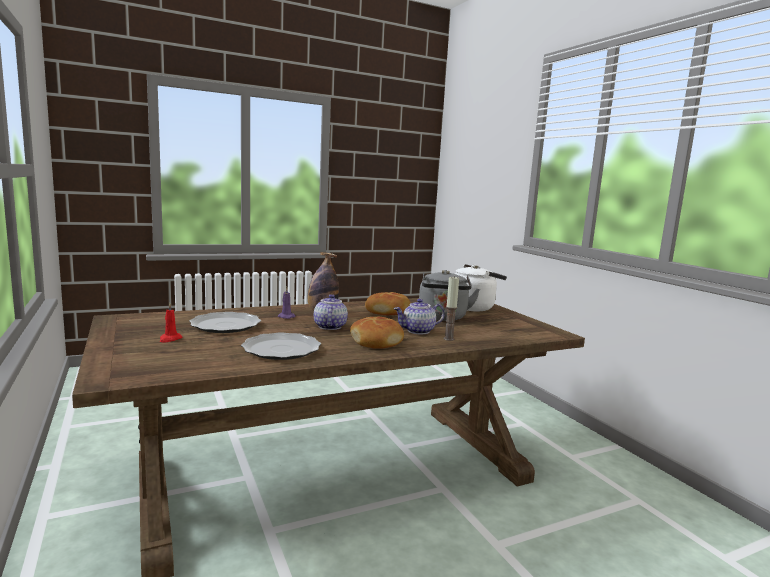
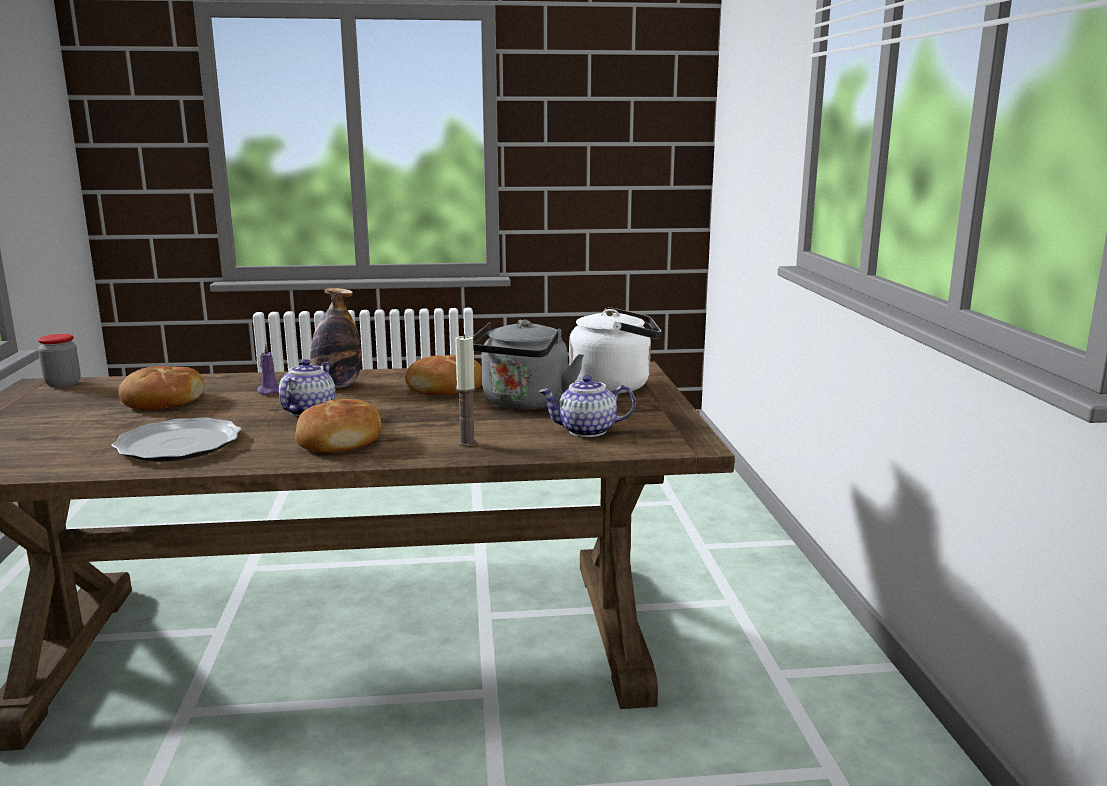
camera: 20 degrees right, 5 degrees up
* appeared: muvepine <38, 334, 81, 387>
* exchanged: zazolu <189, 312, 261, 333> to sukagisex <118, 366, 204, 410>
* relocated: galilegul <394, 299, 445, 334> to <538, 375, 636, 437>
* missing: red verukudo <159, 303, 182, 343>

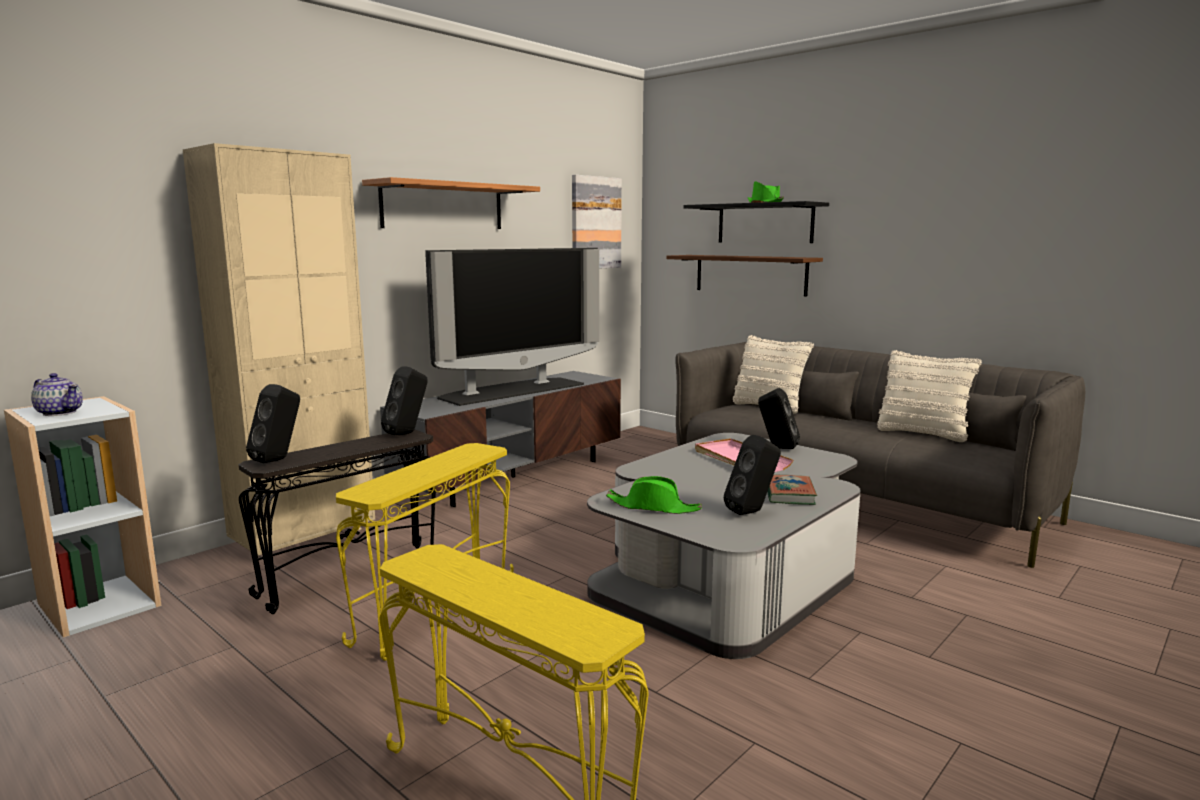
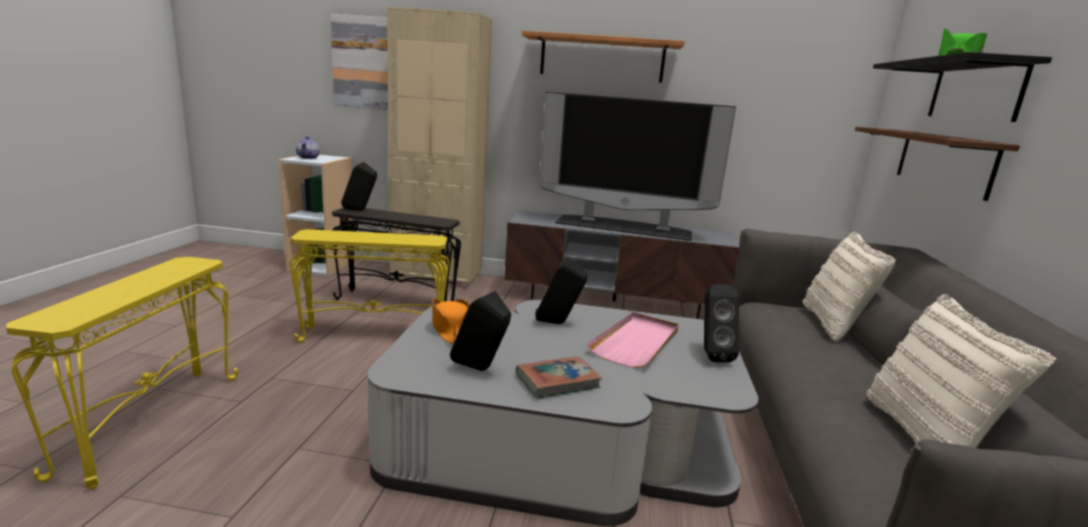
camera: 55 degrees right, 5 degrees up
* relocated: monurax <572, 175, 622, 269> to <330, 14, 388, 110>
* colour: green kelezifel <606, 476, 702, 514> to orange kelezifel <432, 298, 470, 344>
* relocated: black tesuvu <381, 366, 428, 435> to <535, 257, 587, 324>

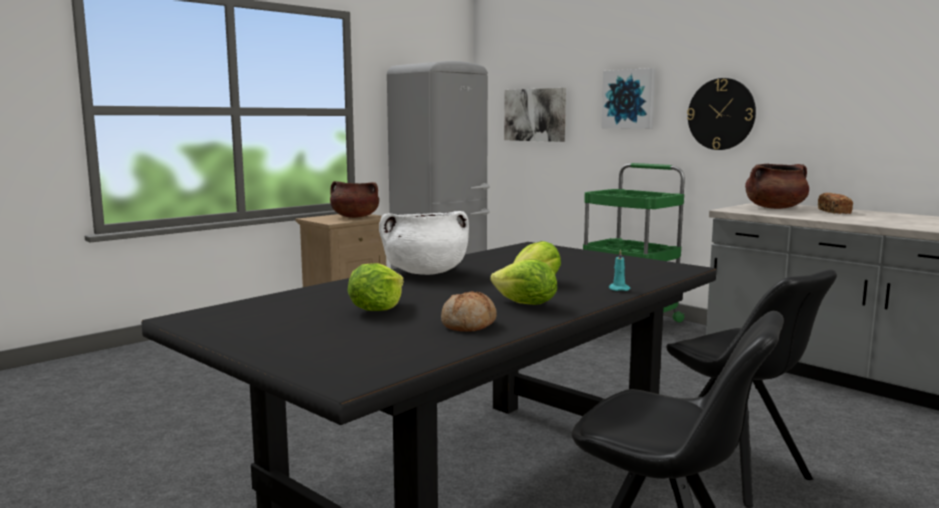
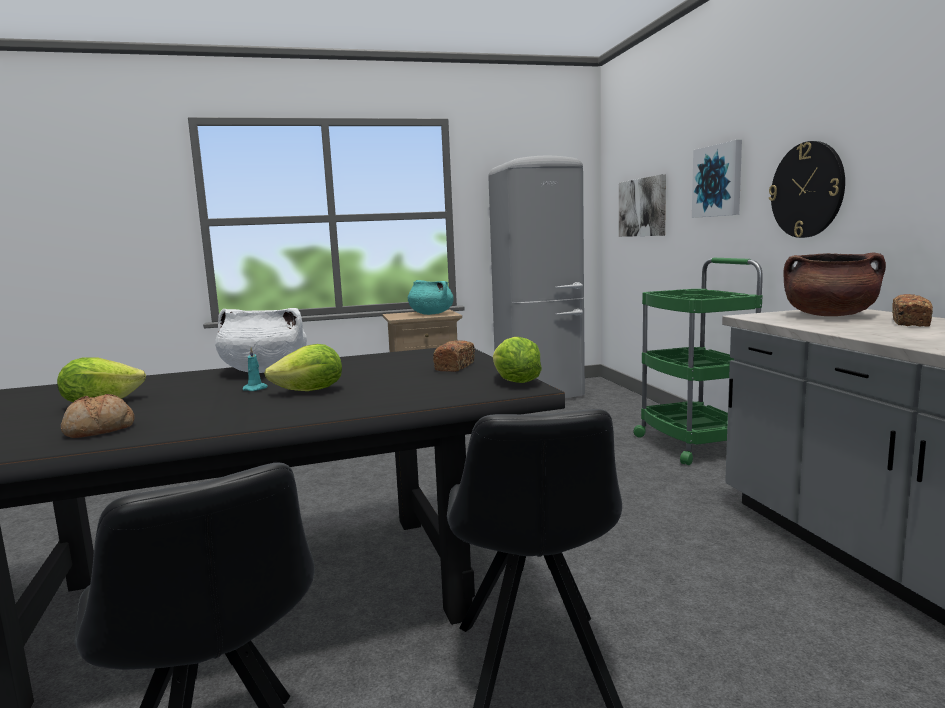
camera: 30 degrees right, 0 degrees up
* relocated: turquoise verukudo <609, 249, 630, 291> to <242, 347, 268, 391>
* colour: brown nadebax <330, 181, 379, 218> to turquoise nadebax <408, 280, 454, 315>
* appeared: sukagisex <433, 340, 475, 372>
* relocated: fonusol <490, 259, 557, 305> to <493, 337, 542, 383>

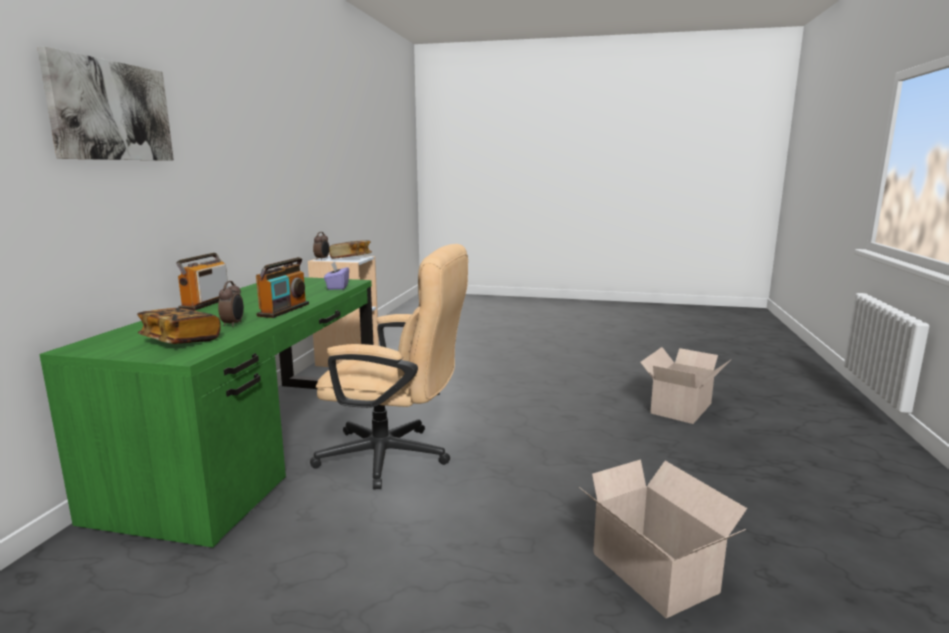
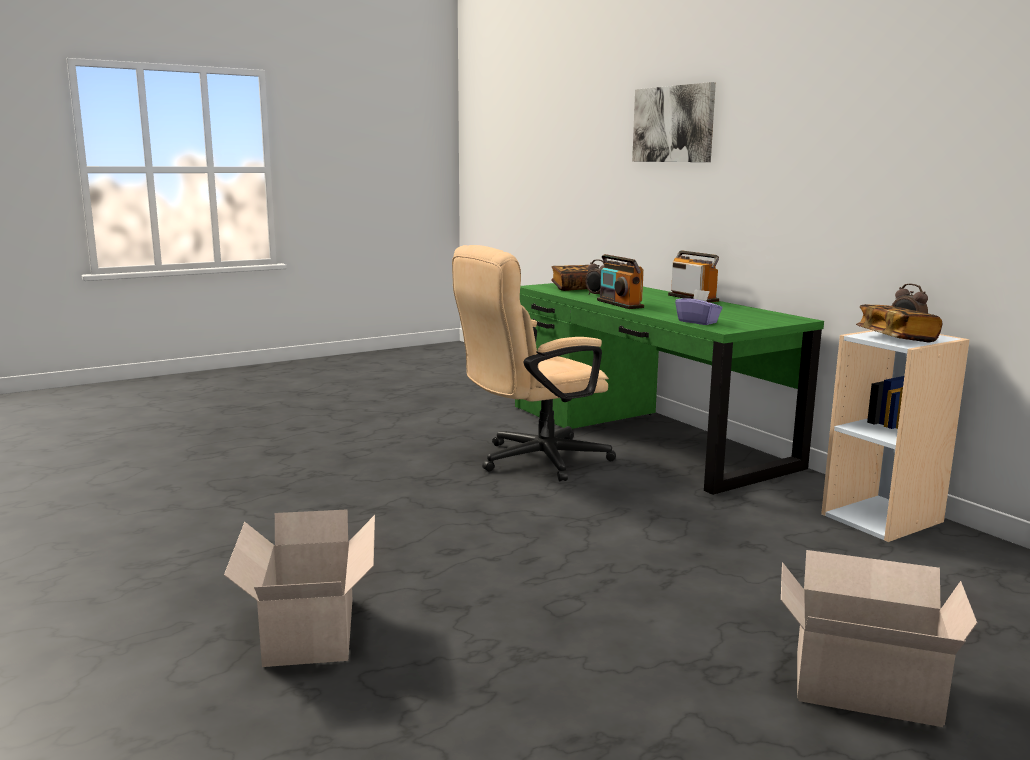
camera: 135 degrees right, 0 degrees up
* relocated: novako <579, 459, 747, 618> to <781, 550, 977, 727>

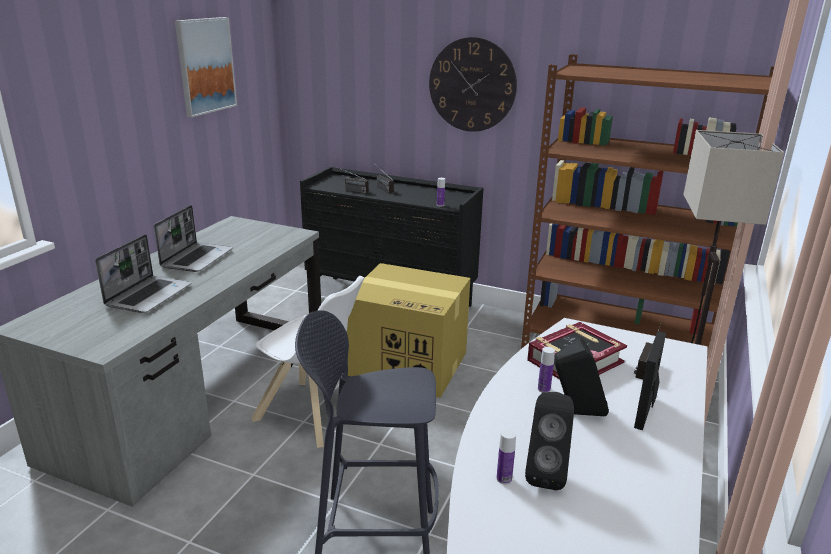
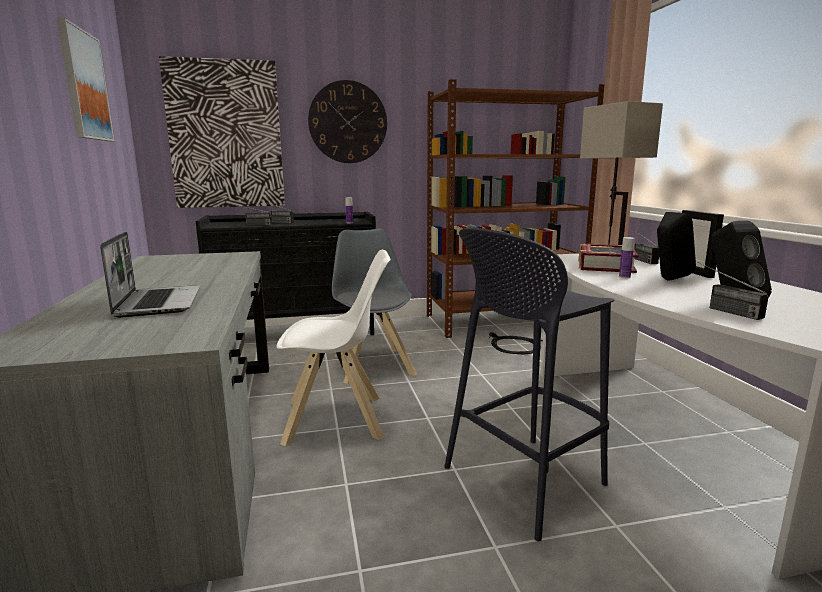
camera: 35 degrees left, 10 degrees down
* appeared: monurax <159, 56, 285, 208>
* exchanged: novako <347, 263, 470, 398> to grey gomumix <332, 228, 417, 384>
* exchanged: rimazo <497, 429, 516, 484> to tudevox <697, 262, 769, 320>
* missing: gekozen <154, 205, 233, 272>

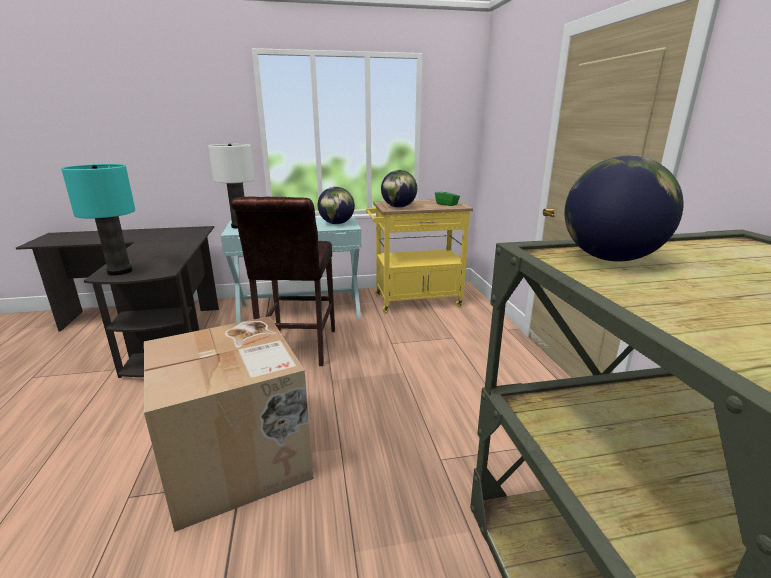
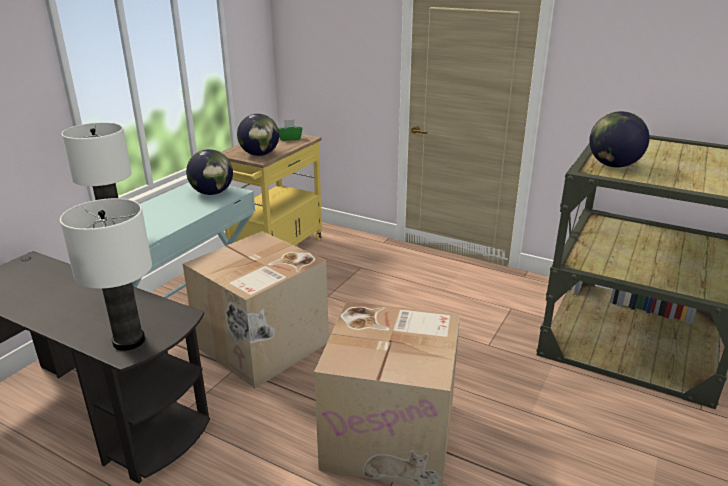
camera: 50 degrees left, 5 degrees up
* colour: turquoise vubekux <61, 164, 135, 276> to white vubekux <60, 198, 152, 351>
* exchanged: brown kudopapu <231, 196, 335, 366> to novako <183, 231, 329, 388>

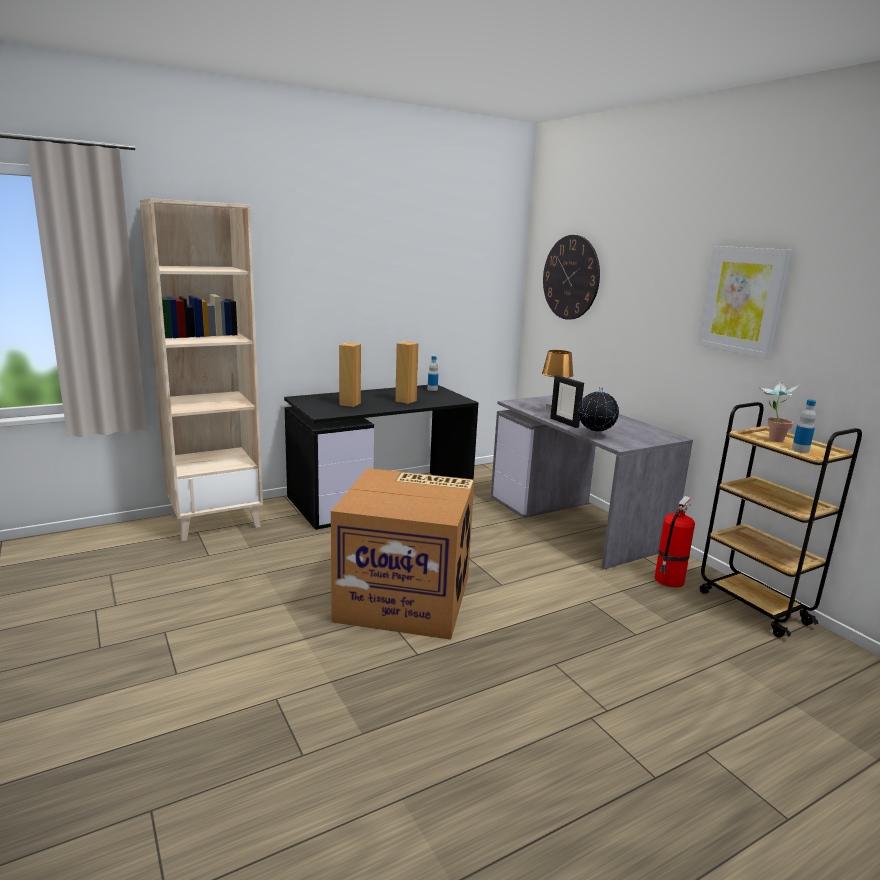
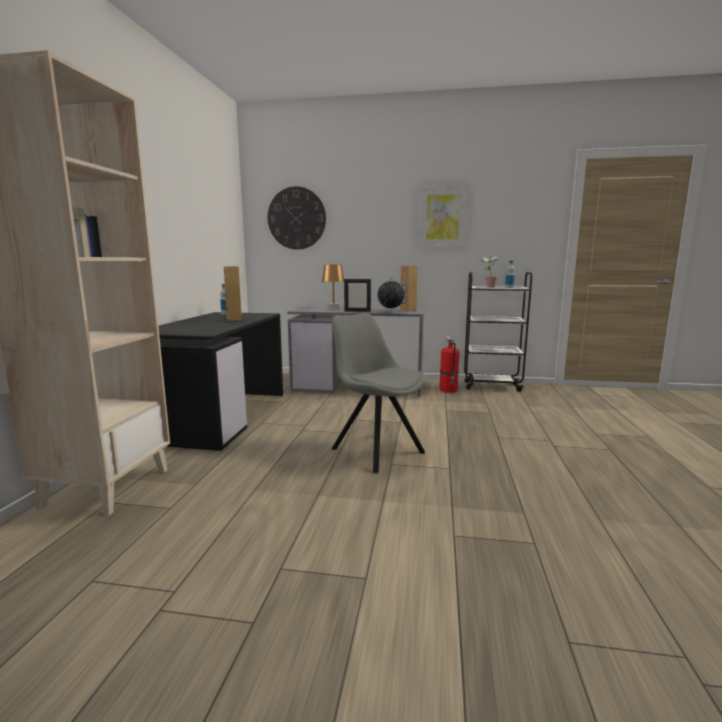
camera: 50 degrees left, 5 degrees down
* exchanged: novako <331, 468, 474, 640> to grey gomumix <332, 313, 425, 473>
* relocated: brown tesuvu <339, 343, 361, 407> to <400, 265, 417, 311>
* colour: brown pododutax <700, 402, 862, 638> to white pododutax <464, 272, 532, 392>

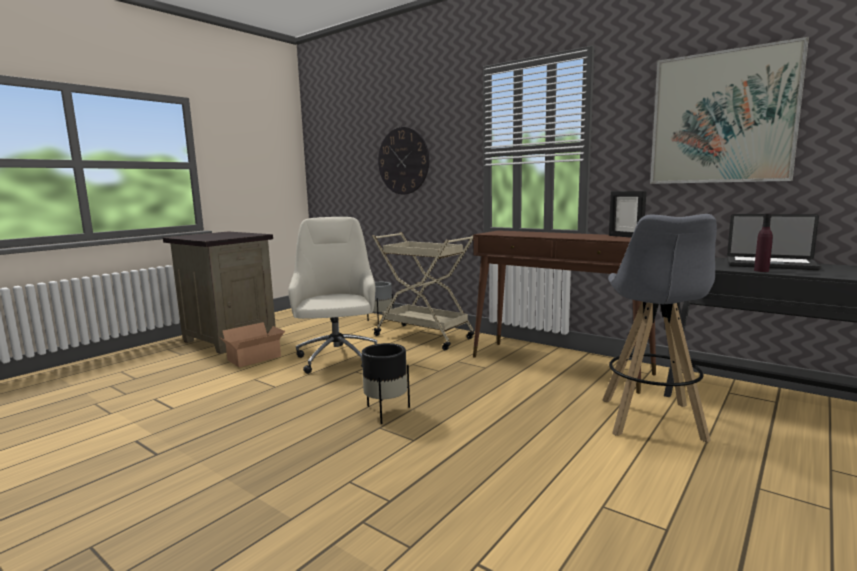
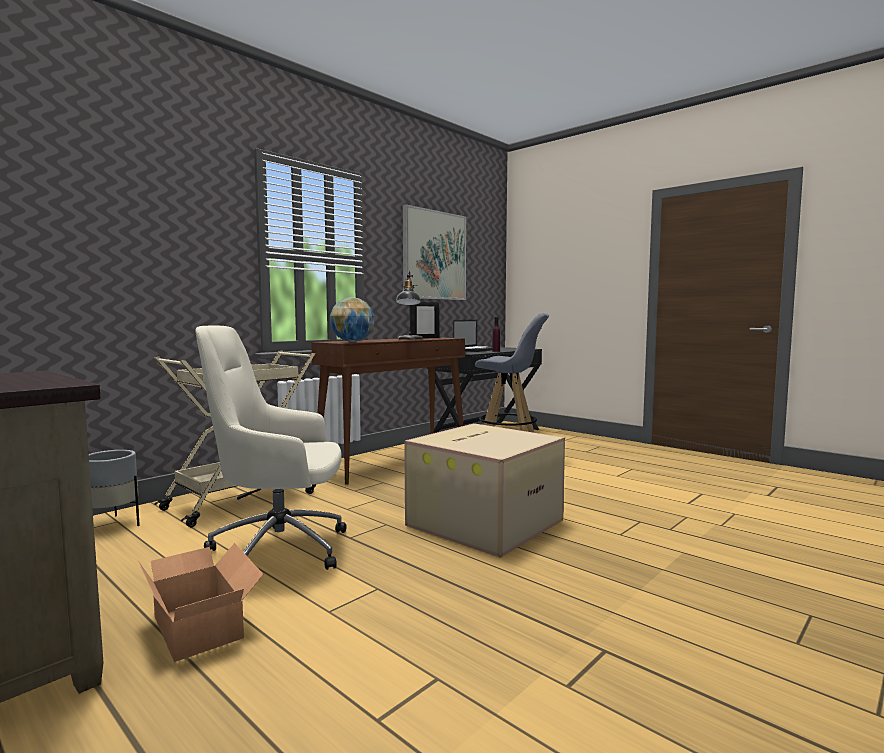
camera: 85 degrees left, 5 degrees down
* appeared: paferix <330, 297, 374, 342>
* appeared: grey vubekux <396, 270, 423, 340>
* exchanged: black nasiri <362, 343, 410, 424> to novako <404, 423, 565, 558>
* missing: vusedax <378, 127, 429, 194>

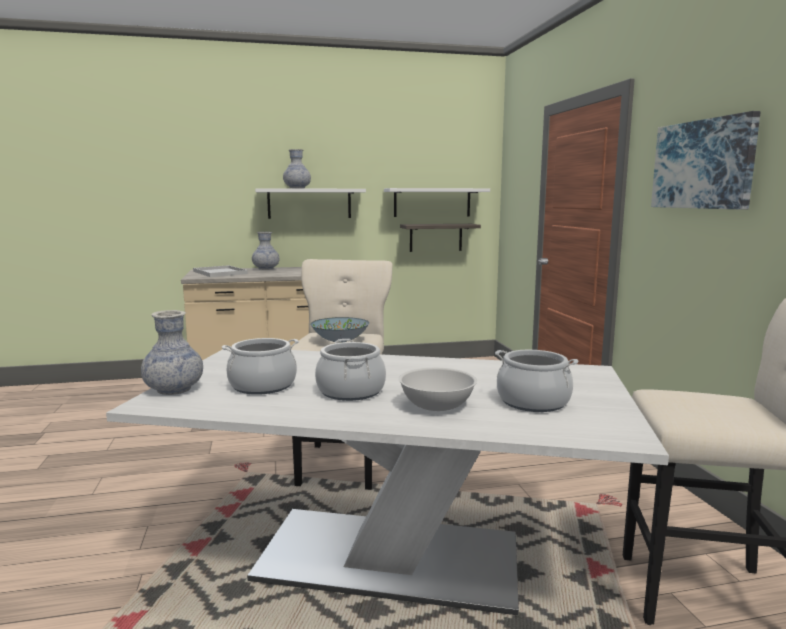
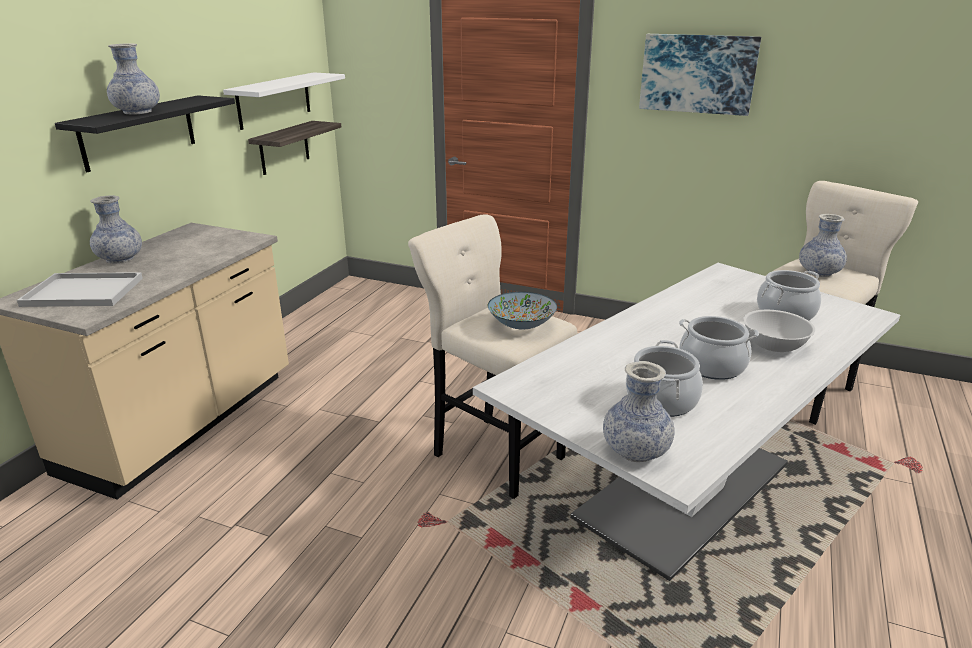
camera: 55 degrees left, 15 degrees up
* colour: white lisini <255, 188, 366, 219> to black lisini <55, 95, 235, 172>
* appeared: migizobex <799, 214, 847, 277>

